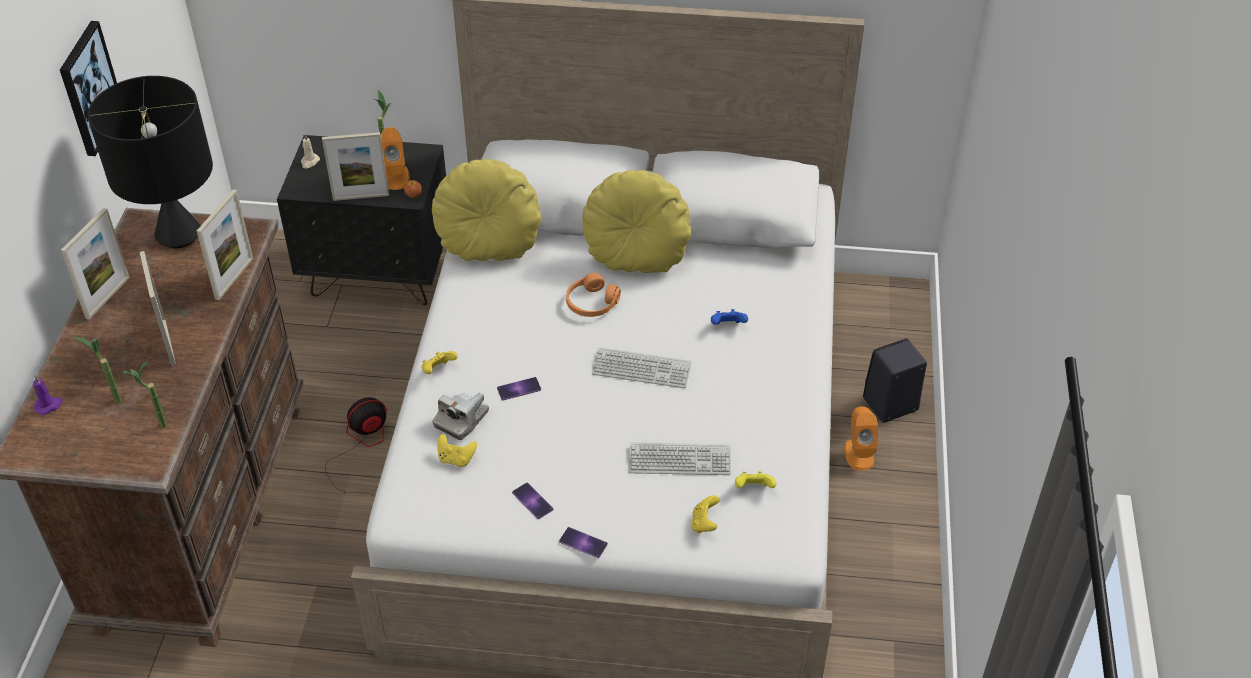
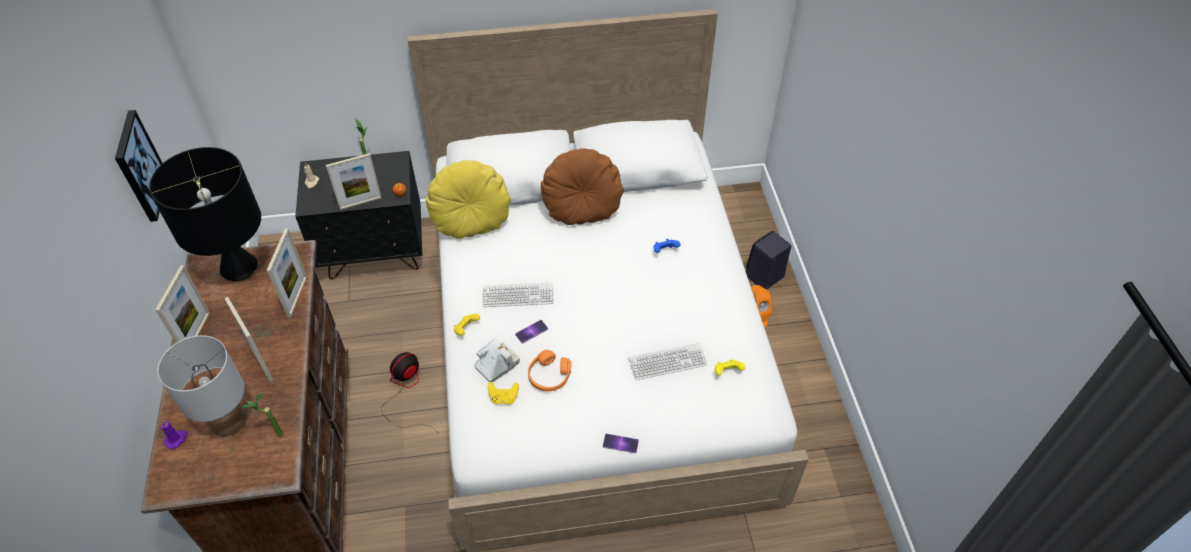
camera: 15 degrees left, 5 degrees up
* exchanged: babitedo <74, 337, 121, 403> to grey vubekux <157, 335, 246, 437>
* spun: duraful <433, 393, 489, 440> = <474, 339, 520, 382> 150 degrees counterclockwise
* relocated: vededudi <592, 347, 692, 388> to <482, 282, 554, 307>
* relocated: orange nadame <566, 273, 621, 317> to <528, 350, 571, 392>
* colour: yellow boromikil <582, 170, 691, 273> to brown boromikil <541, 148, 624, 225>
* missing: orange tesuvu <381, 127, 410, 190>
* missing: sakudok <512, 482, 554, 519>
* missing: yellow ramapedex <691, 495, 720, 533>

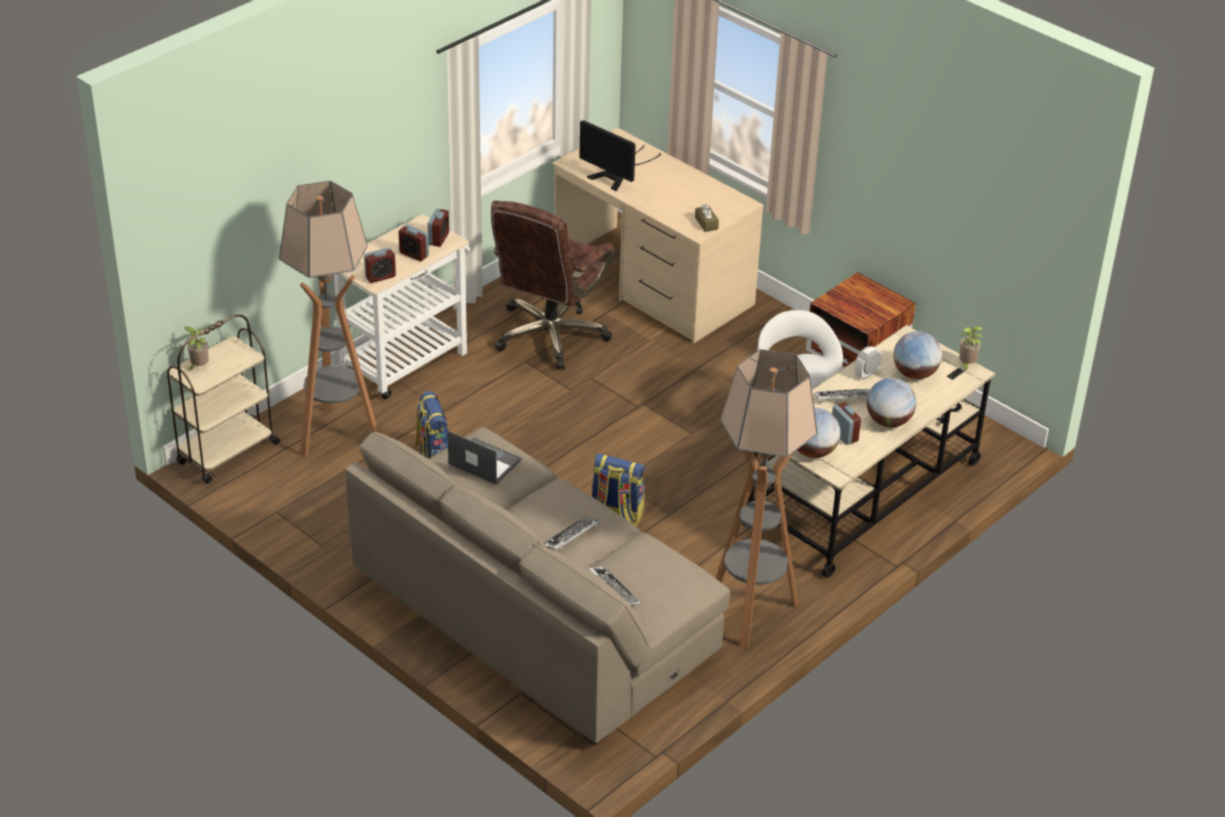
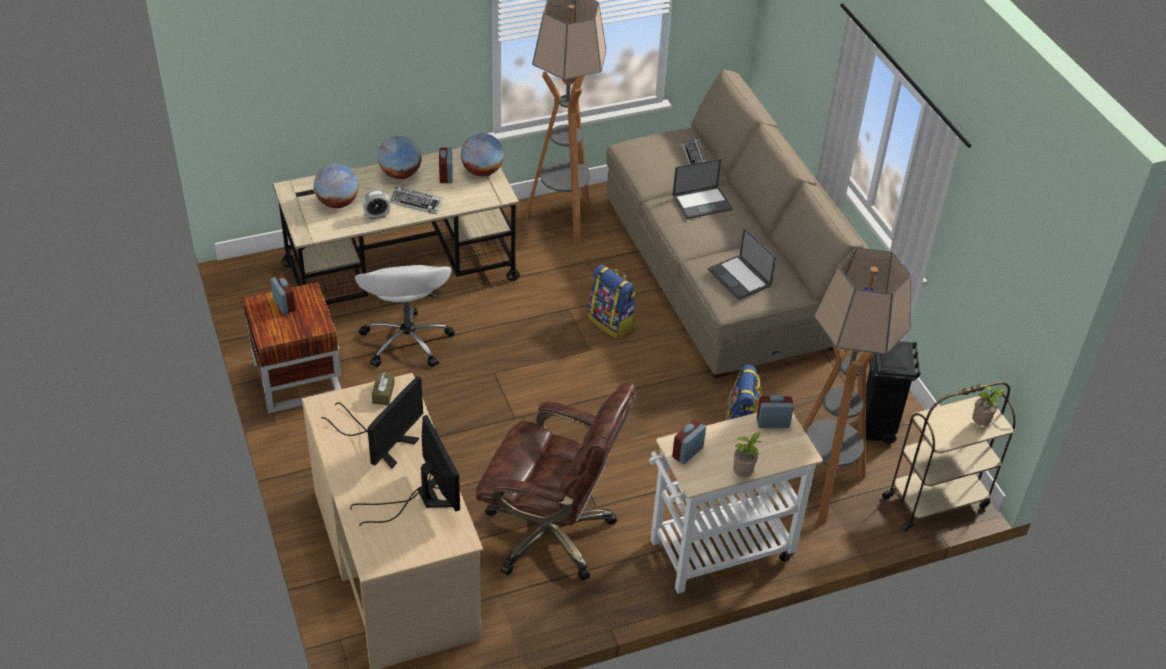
camera: 155 degrees left, 5 degrees up
* relocated: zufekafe <399, 225, 429, 261> to <270, 275, 296, 315>
* appeared: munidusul <321, 376, 423, 468>
* spun: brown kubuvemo <491, 201, 614, 370> = <476, 382, 636, 581> 60 degrees clockwise
* exchanged: vededudi <544, 516, 599, 550> to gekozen <673, 158, 733, 219>
* relocated: babitedo <959, 326, 983, 372> to <733, 432, 761, 477>
* appeared: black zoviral <866, 341, 921, 444>

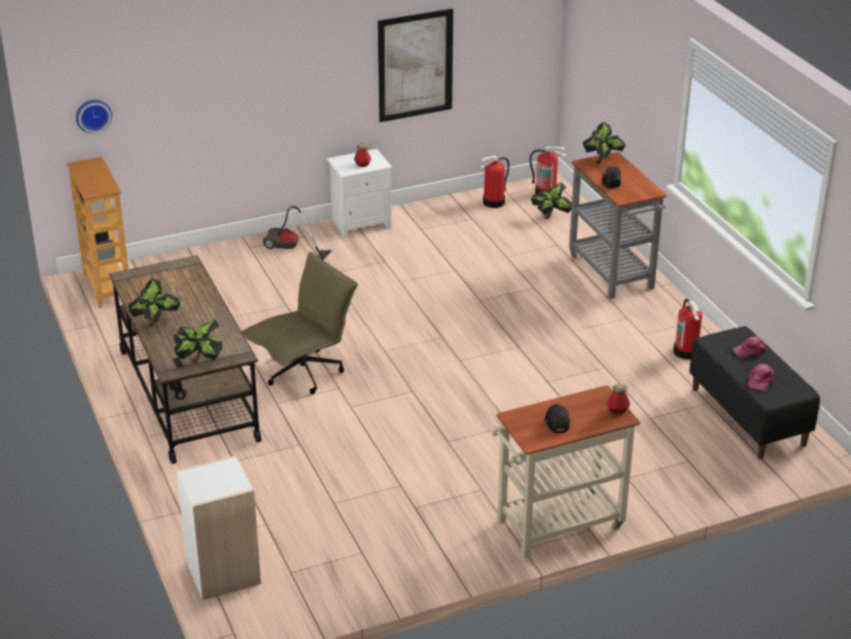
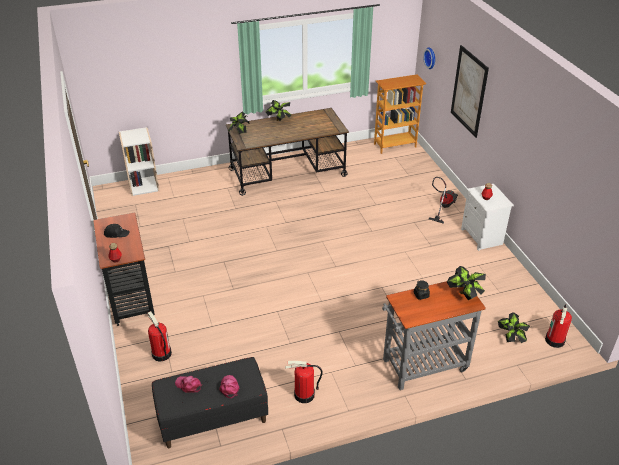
camera: 95 degrees right, 5 degrees up
* colour: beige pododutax <492, 385, 640, 559> to black pododutax <93, 213, 155, 326>
* relocated: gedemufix <480, 156, 510, 208> to <148, 311, 172, 361>
* relocated: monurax <378, 8, 453, 122> to <451, 45, 489, 138>
* missing: beige kubuvemo <242, 252, 358, 394>

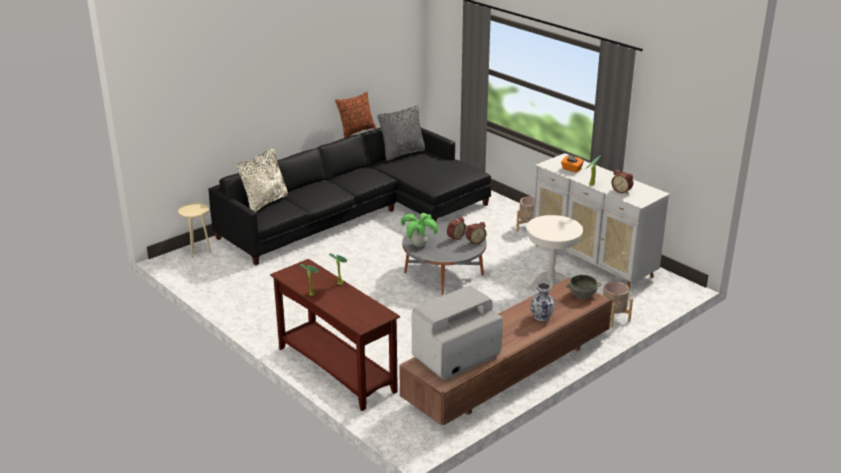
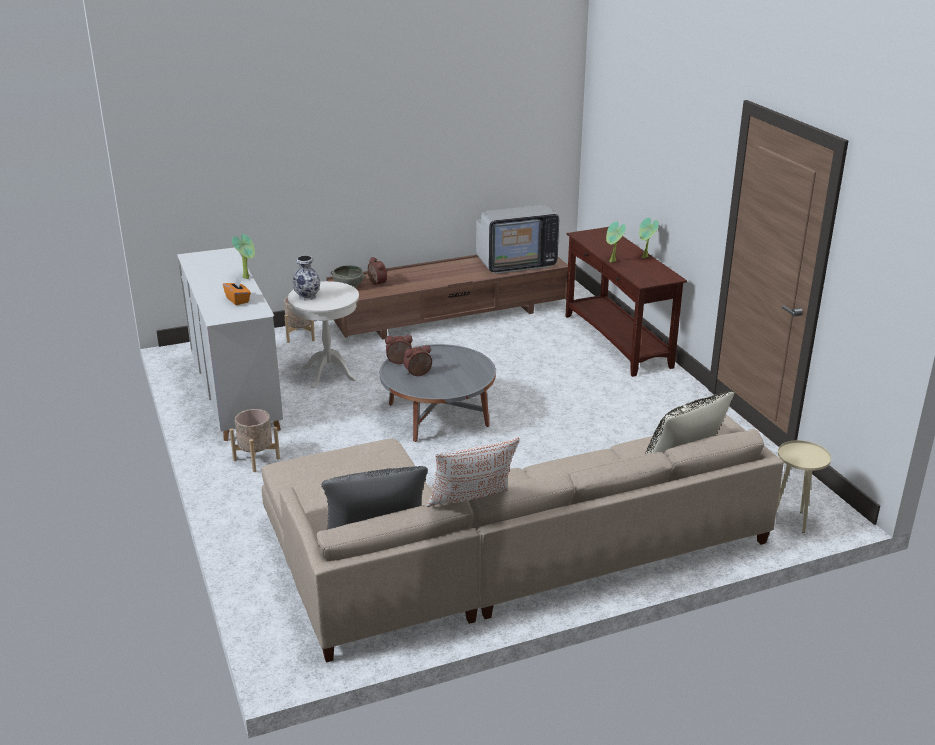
camera: 160 degrees left, 0 degrees up
* colour: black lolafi <208, 127, 491, 265> to beige lolafi <262, 415, 784, 663>
* relocated: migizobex <530, 283, 555, 322> to <293, 256, 320, 301>
* relocated: zufekafe <611, 170, 633, 194> to <368, 257, 387, 285>
* colour: brown boromikil <335, 92, 376, 138> to white boromikil <427, 437, 520, 507>
* missing: babitedo <401, 213, 438, 247>

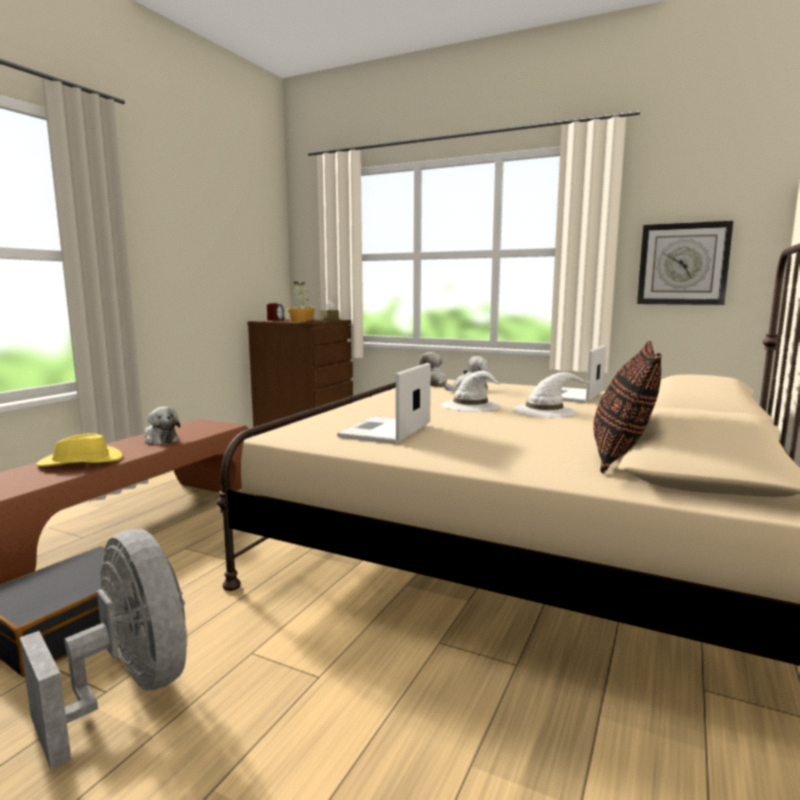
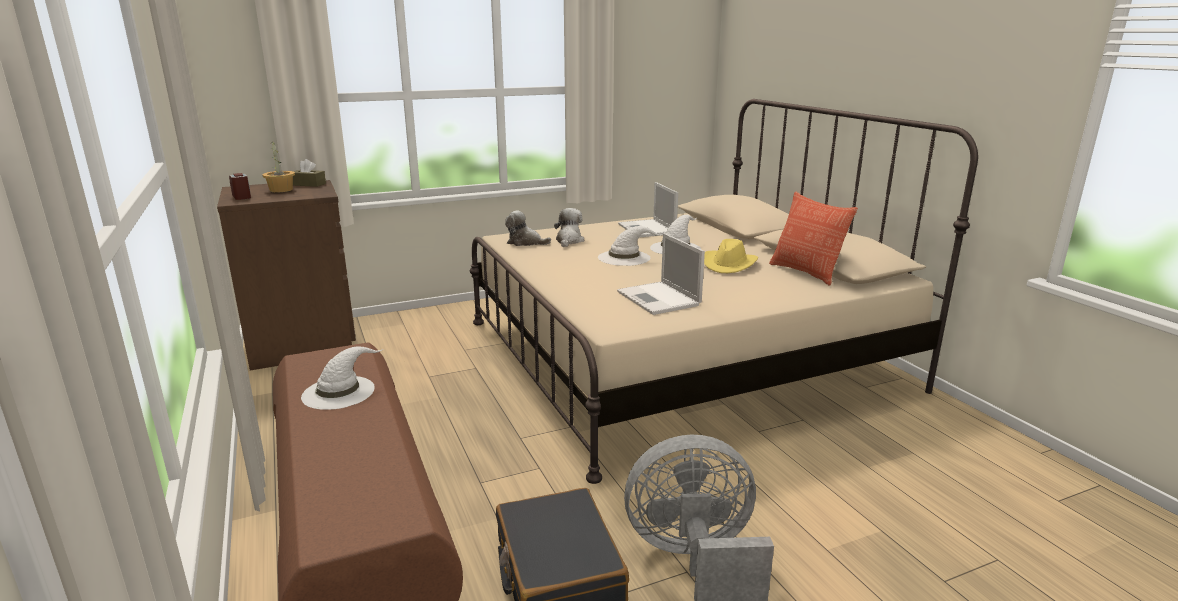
camera: 50 degrees left, 10 degrees up
* exchanged: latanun <144, 407, 180, 445> to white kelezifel <301, 346, 383, 410>
* relocated: yellow kelezifel <36, 433, 122, 467> to <704, 239, 758, 273>
* colour: black boromikil <593, 340, 661, 474> to orange boromikil <769, 192, 858, 286>
* missing: babitedo <286, 282, 310, 322>
* missing: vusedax <637, 221, 733, 305>

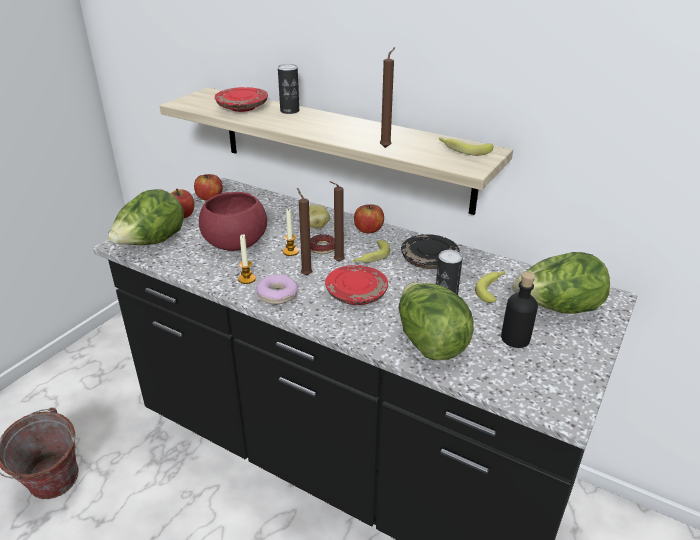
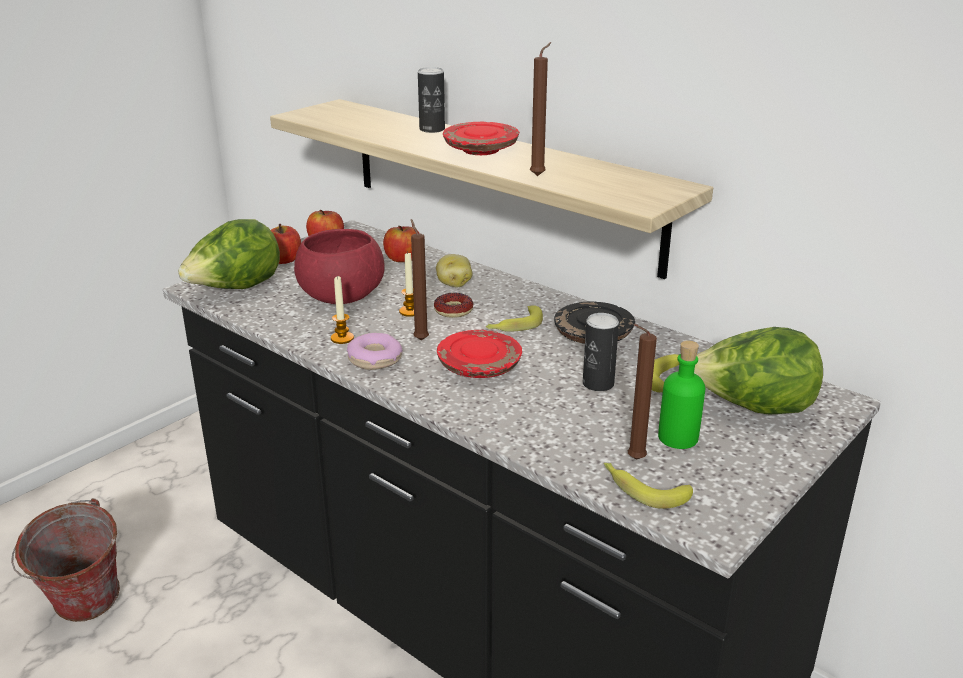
camera: 10 degrees right, 5 degrees down
* relocated: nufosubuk <354, 204, 384, 233> to <383, 226, 420, 262>
* relocated: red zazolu <215, 87, 268, 112> to <443, 122, 519, 155>
* relocated: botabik <439, 138, 494, 156> to <604, 463, 693, 509>
* relocated: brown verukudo <329, 181, 345, 262> to <628, 324, 657, 460>
* colour: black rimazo <501, 272, 538, 348> to green rimazo <658, 340, 705, 449>
* missing: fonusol <399, 283, 474, 360>

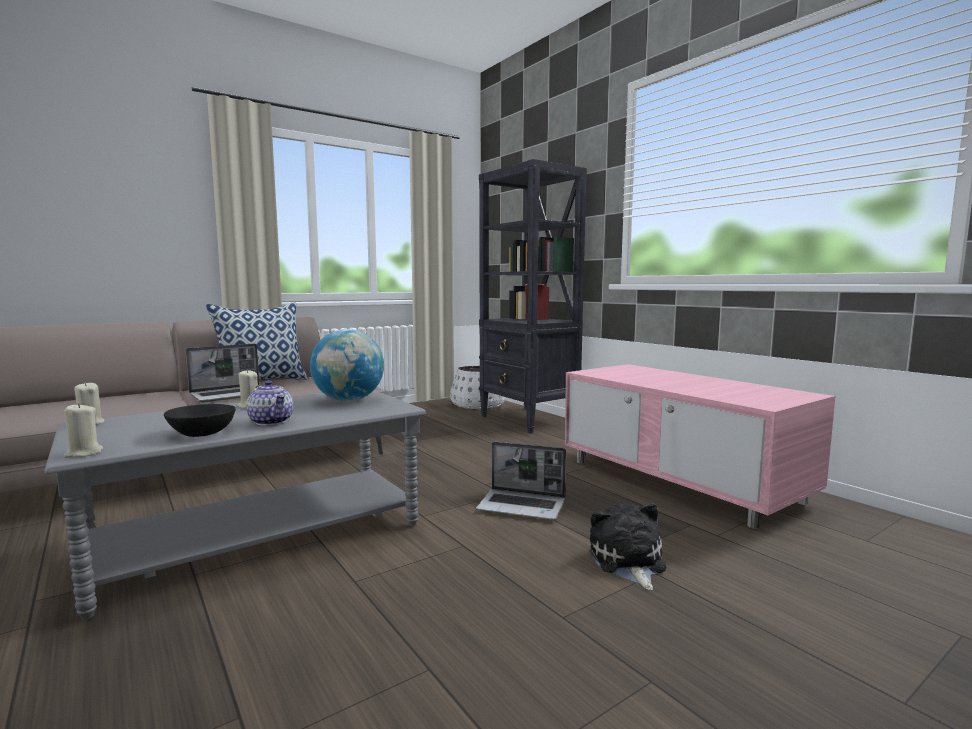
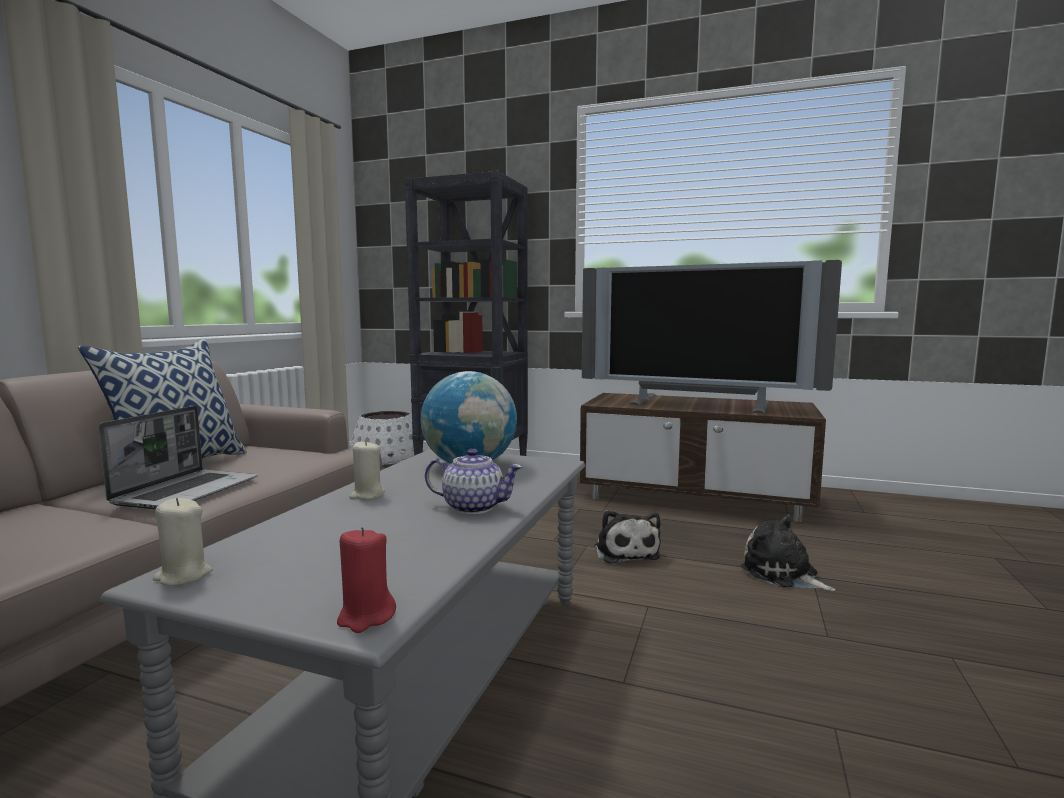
camera: 35 degrees left, 0 degrees up
* colour: beige verukudo <63, 403, 103, 458> to red verukudo <337, 527, 396, 633>
* colour: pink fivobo <565, 364, 835, 529> to brown fivobo <580, 393, 826, 522>
* appeared: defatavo <582, 260, 842, 414>
* exchanged: gekozen <476, 442, 566, 520> to latanun <595, 510, 661, 564>
* missing: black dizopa <164, 404, 236, 437>

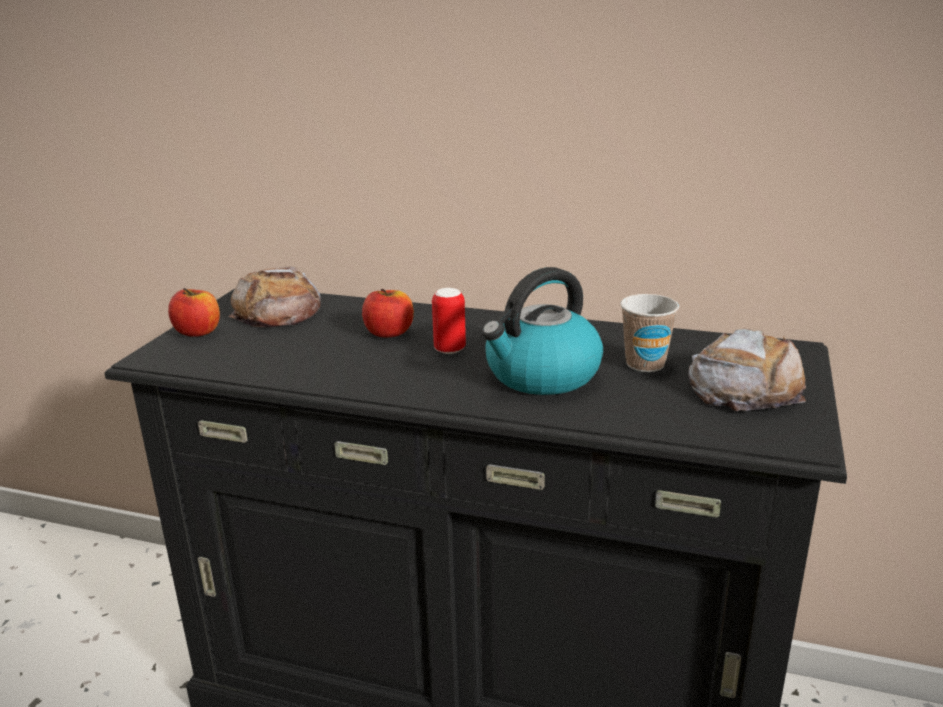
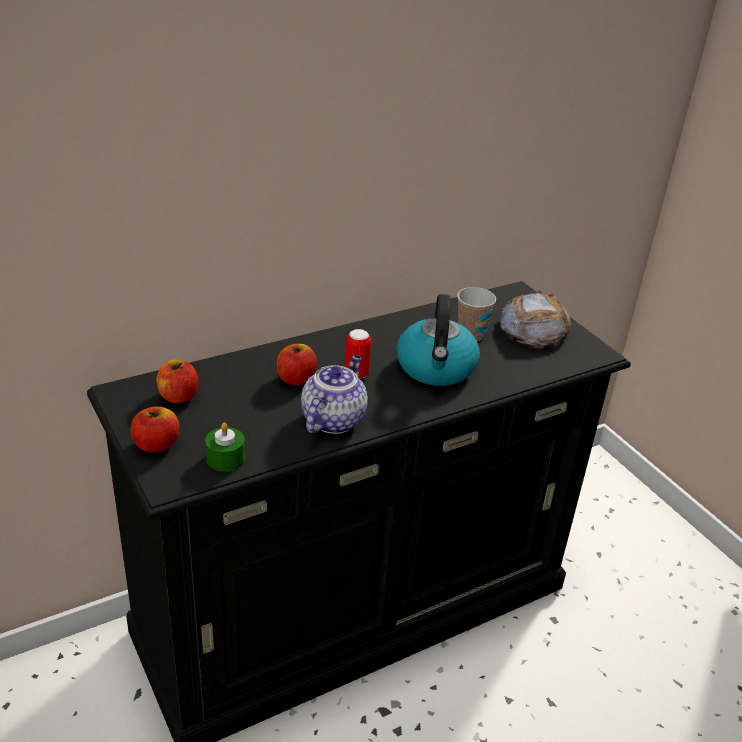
camera: 50 degrees left, 10 degrees up
* exchanged: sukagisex <229, 267, 321, 327> to nufosubuk <157, 359, 198, 404>
* appeared: green verukudo <205, 422, 245, 472>
* appeared: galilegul <301, 355, 368, 434>

